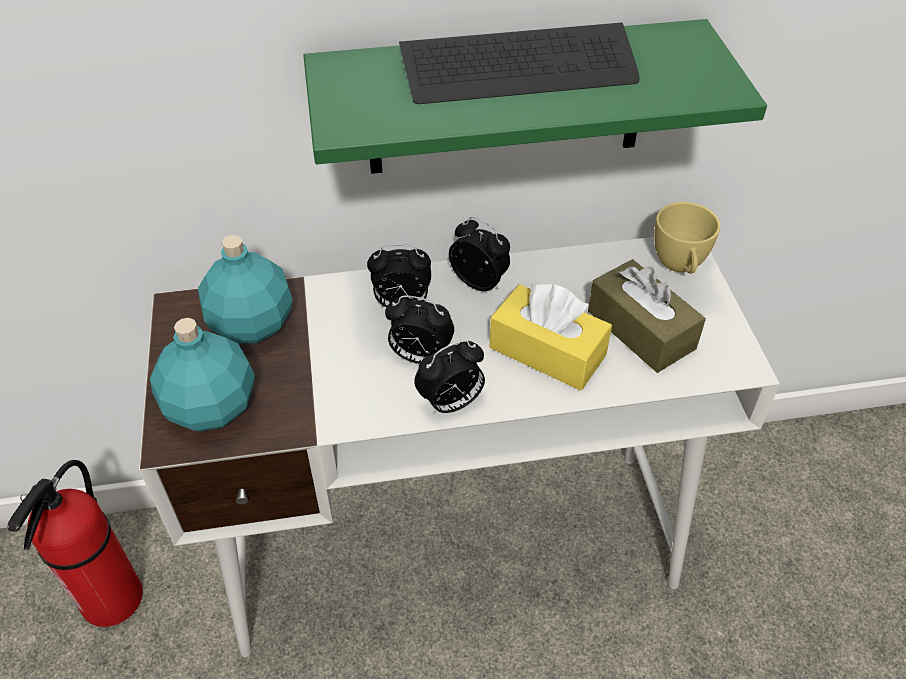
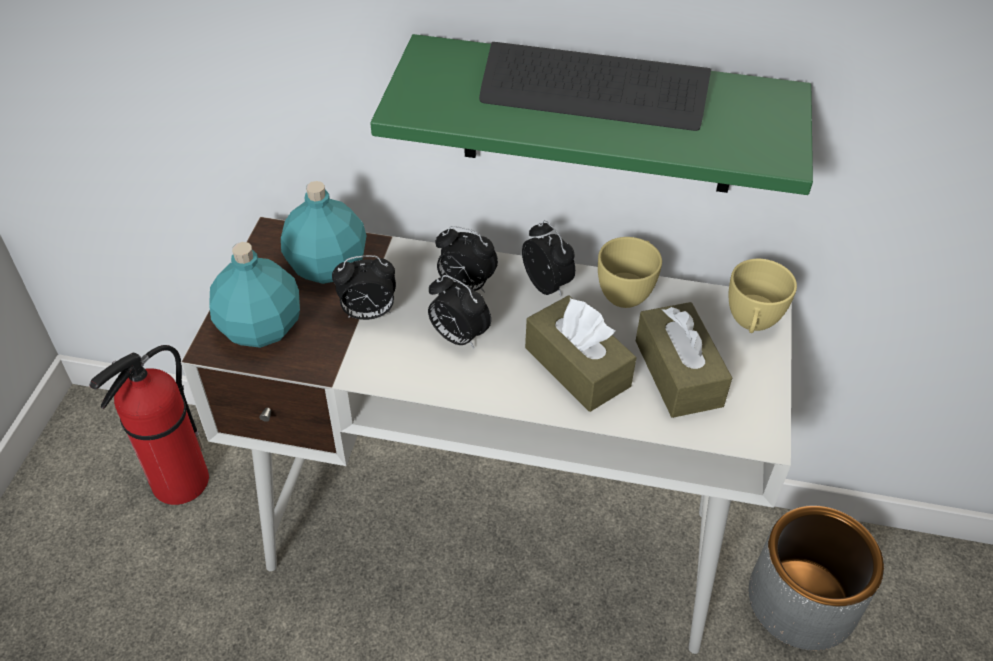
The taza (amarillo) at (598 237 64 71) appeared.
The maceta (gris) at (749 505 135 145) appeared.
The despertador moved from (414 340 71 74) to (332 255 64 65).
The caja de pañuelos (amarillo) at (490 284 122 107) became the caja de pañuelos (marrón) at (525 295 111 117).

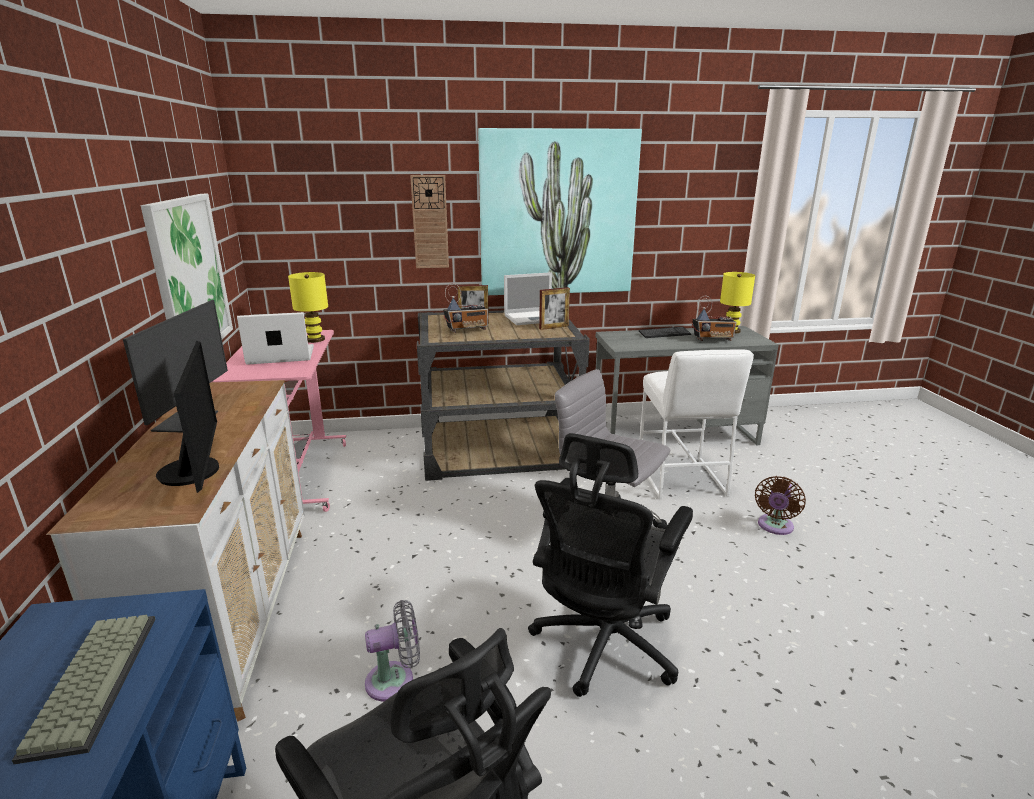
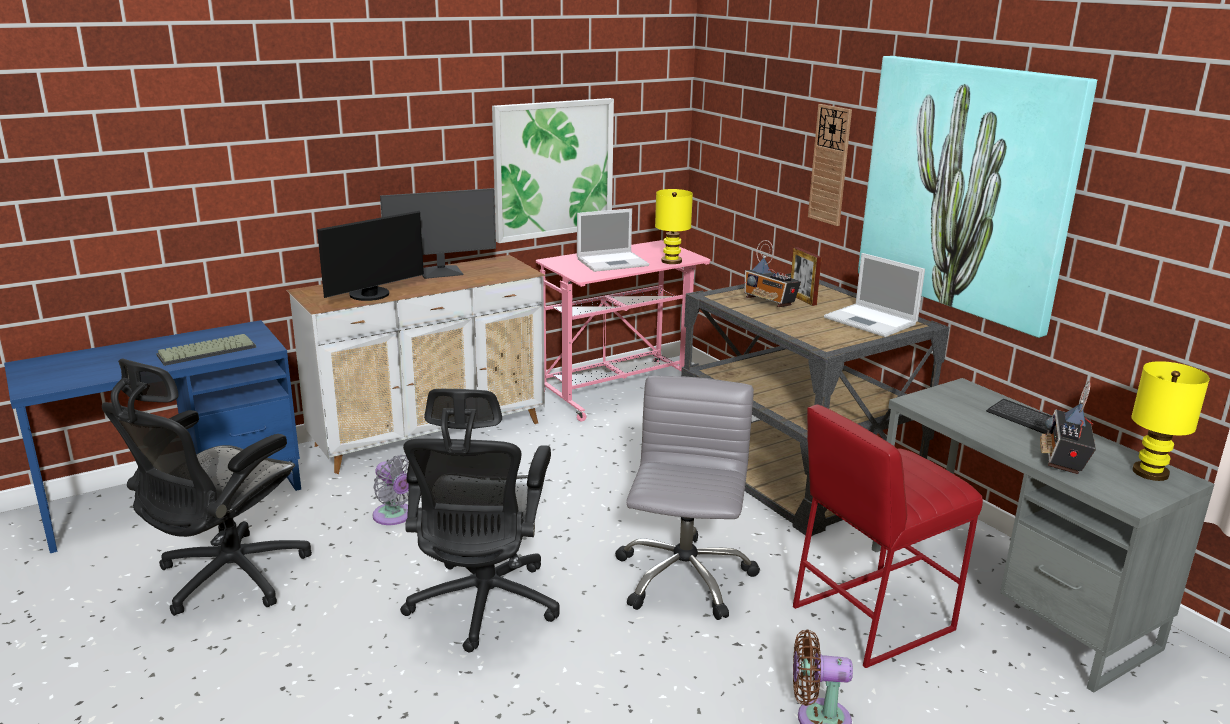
The portarretratos at (539 287 31 43) disappeared.
The taburete (blanco) at (640 350 114 150) became the taburete (rojo) at (793 404 190 264).
The portátil at (237 312 77 53) turned 105 degrees clockwise.
The silla de oficina at (528 433 165 264) turned 90 degrees counterclockwise.
The radio at (692 296 45 45) turned 45 degrees clockwise.

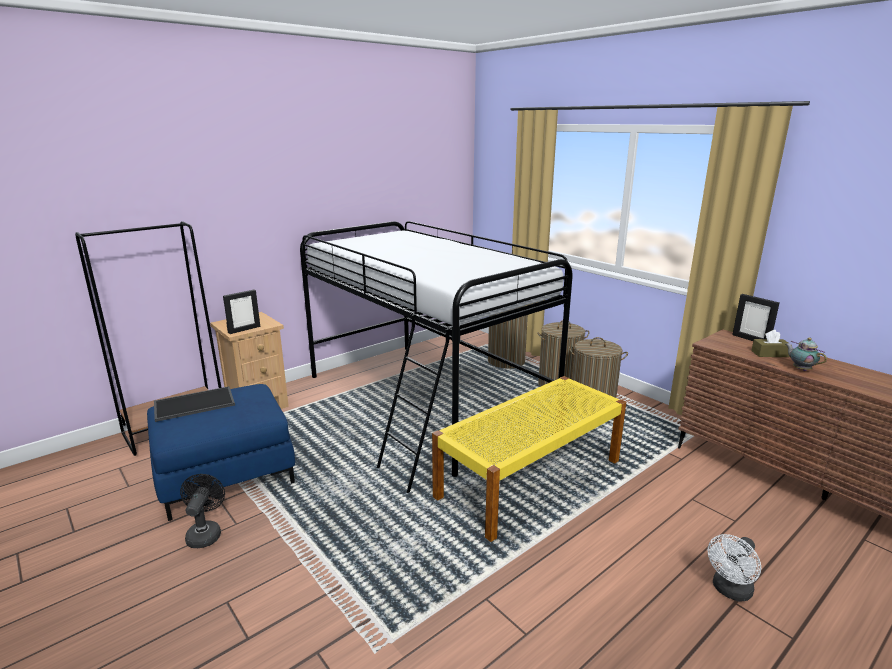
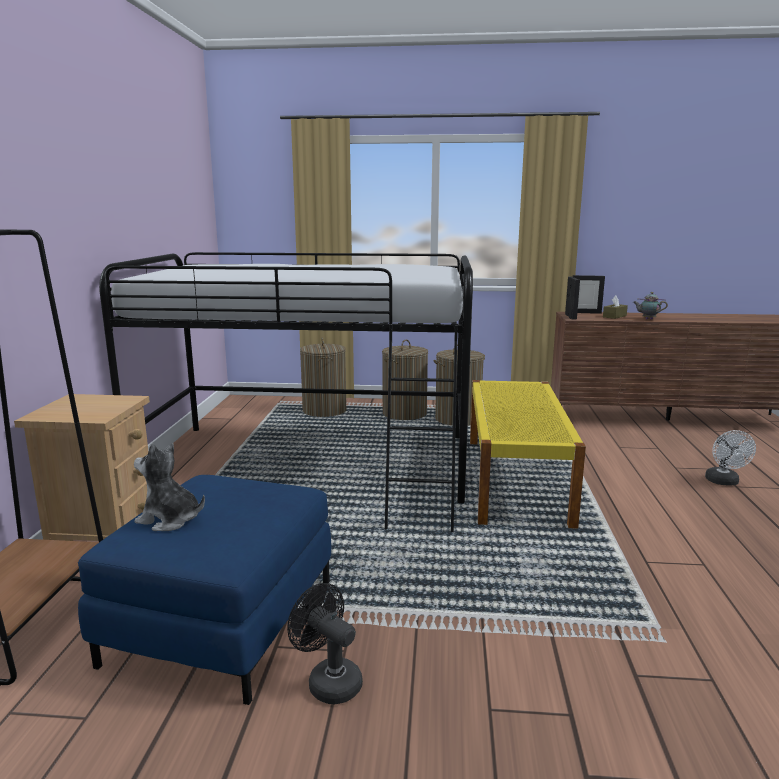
The portarretratos moved from (223 290 37 44) to (565 277 15 43).
The bandeja at (154 386 81 36) was replaced by the peluche at (134 443 71 88).

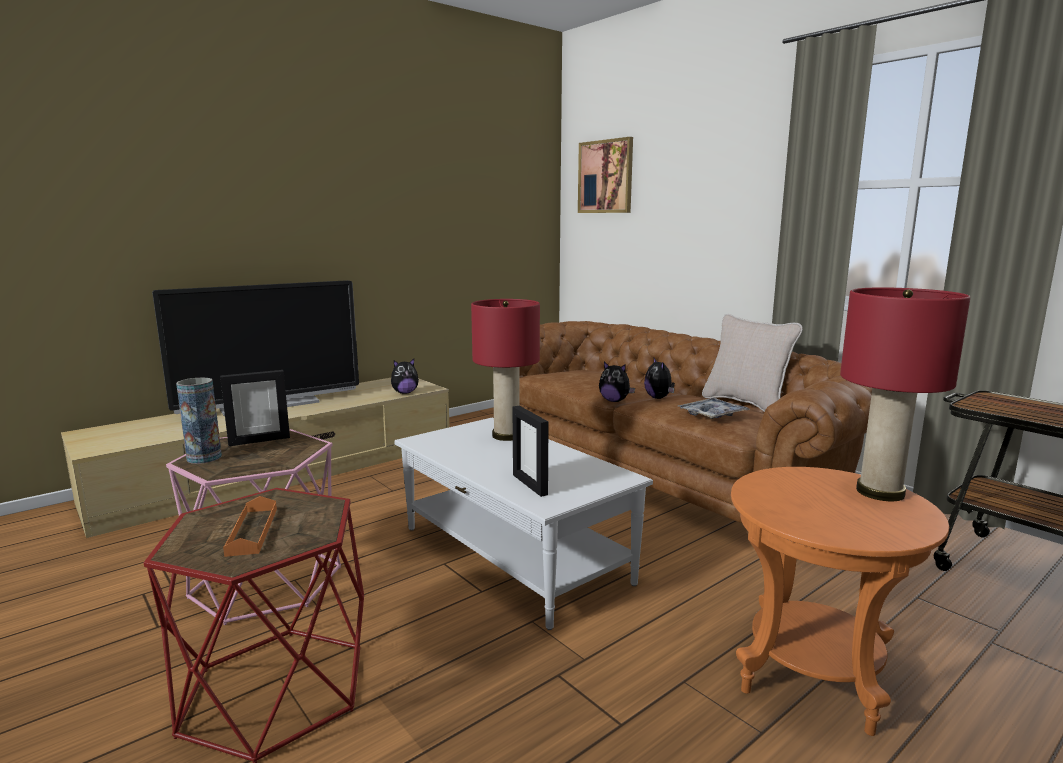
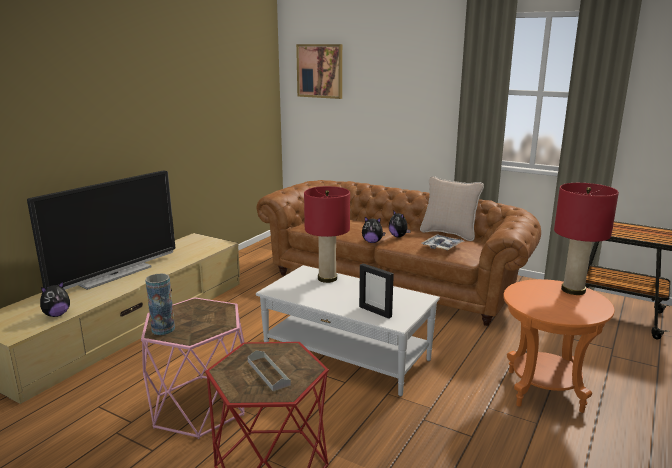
The portarretratos at (220 370 70 76) disappeared.
The peluche moved from (391 359 28 35) to (40 281 30 36).
The bandeja (naranja) at (223 496 54 61) became the bandeja (gris) at (248 350 43 41).

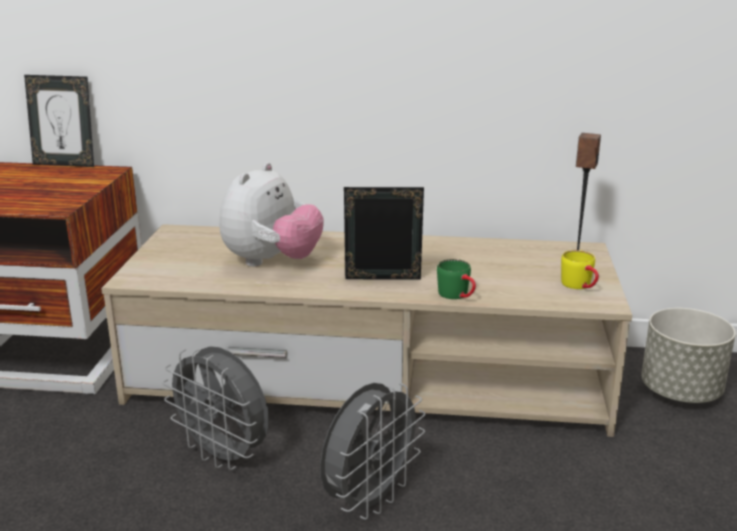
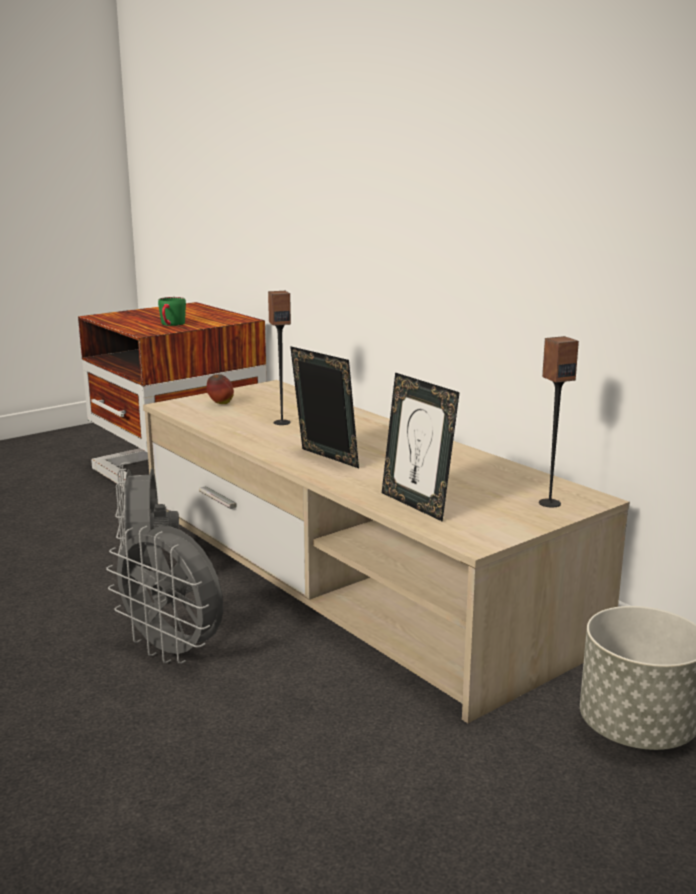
The taza grande (amarillo) at (561 250 38 39) disappeared.
The manzana at (207 374 27 30) appeared.
The portarretratos moved from (24 75 70 92) to (382 373 78 149).
The taza grande (verde) moved from (437 259 39 40) to (158 297 28 29).
The peluche at (220 162 104 105) was replaced by the altavoz at (268 291 23 134).
The ventilador (gris) at (320 383 106 137) turned 45 degrees clockwise.

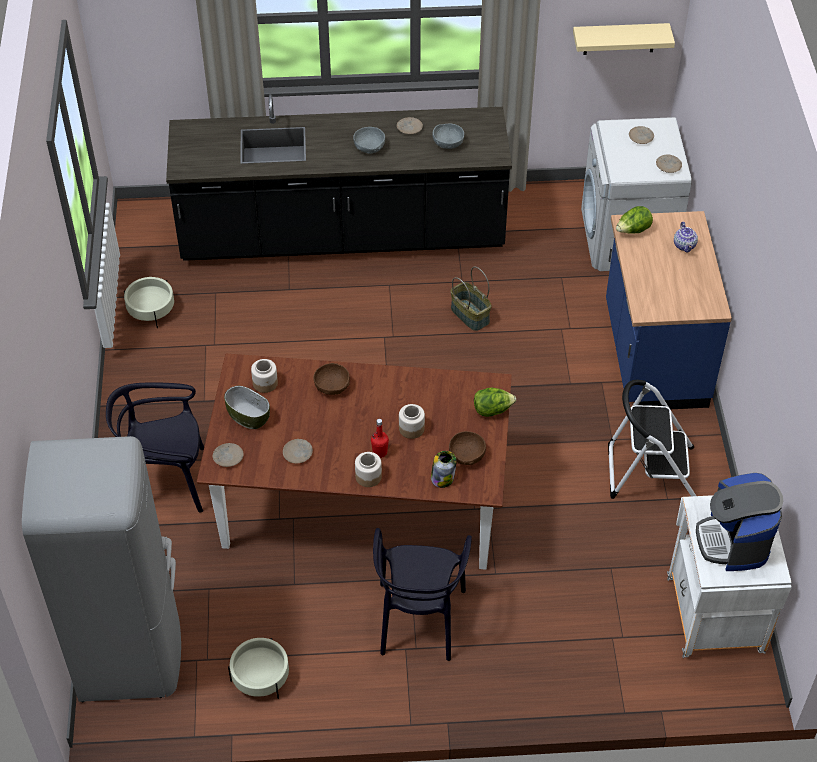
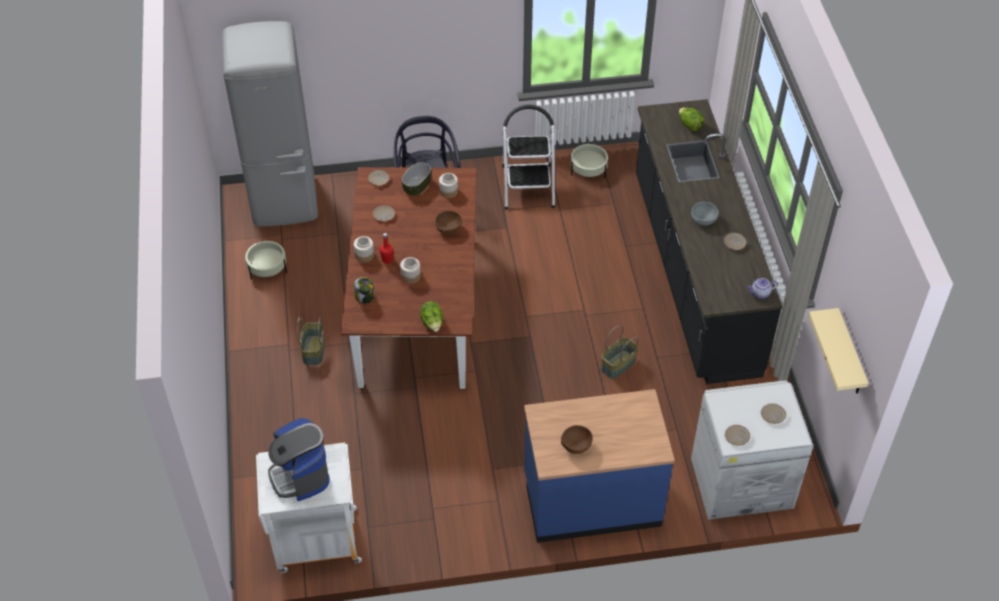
The cuenco (gris) at (432 123 32 26) disappeared.
The cuenco (marrón) moved from (449 431 37 34) to (561 425 32 29).
The escalera de tijera moved from (608 380 88 119) to (502 105 53 105).
The lechuga moved from (616 206 37 28) to (679 108 25 23).
The tetera moved from (674 222 24 30) to (747 278 31 21).
The silla (negro) at (373 528 99 133) was replaced by the cesta at (297 316 28 49).
The cafetera at (696 473 87 98) turned 105 degrees counterclockwise.

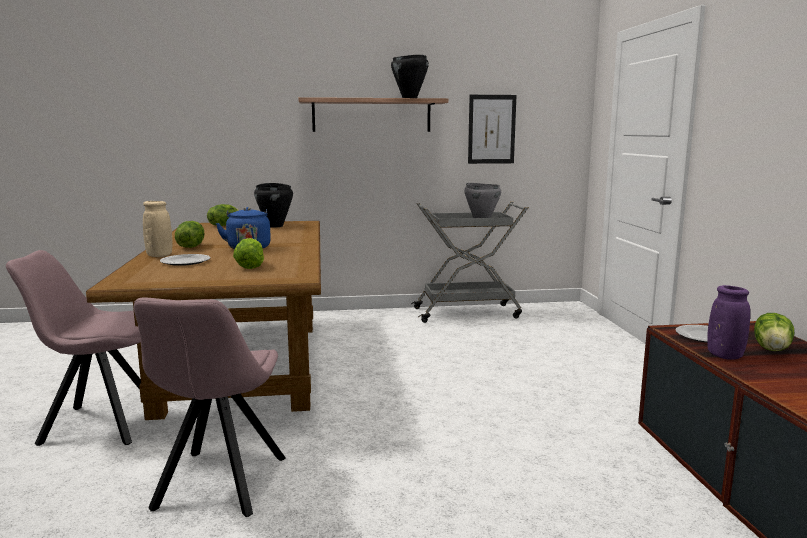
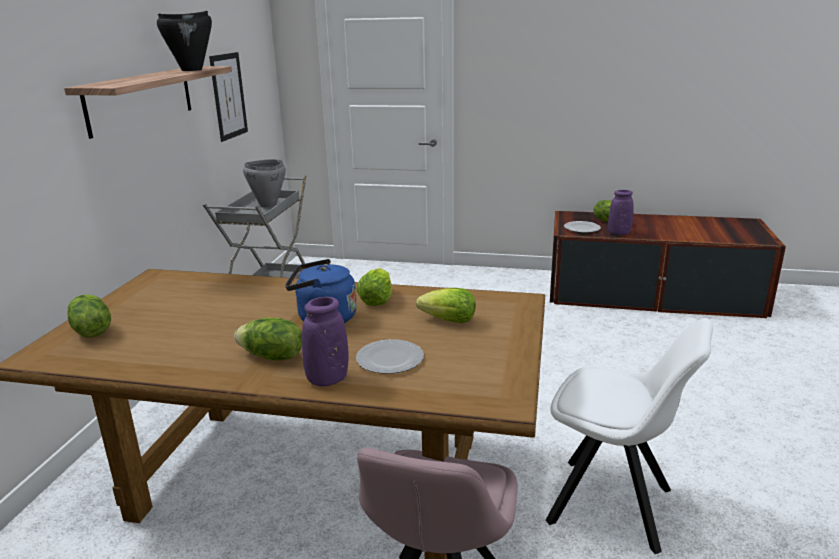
The olla (negro) at (254 183 39 45) disappeared.
The lechuga at (357 268 35 38) appeared.
The silla (rosa) at (134 298 152 219) became the silla (blanco) at (546 318 167 236).
The florero (beis) at (143 201 29 56) became the florero (morado) at (302 297 47 89).

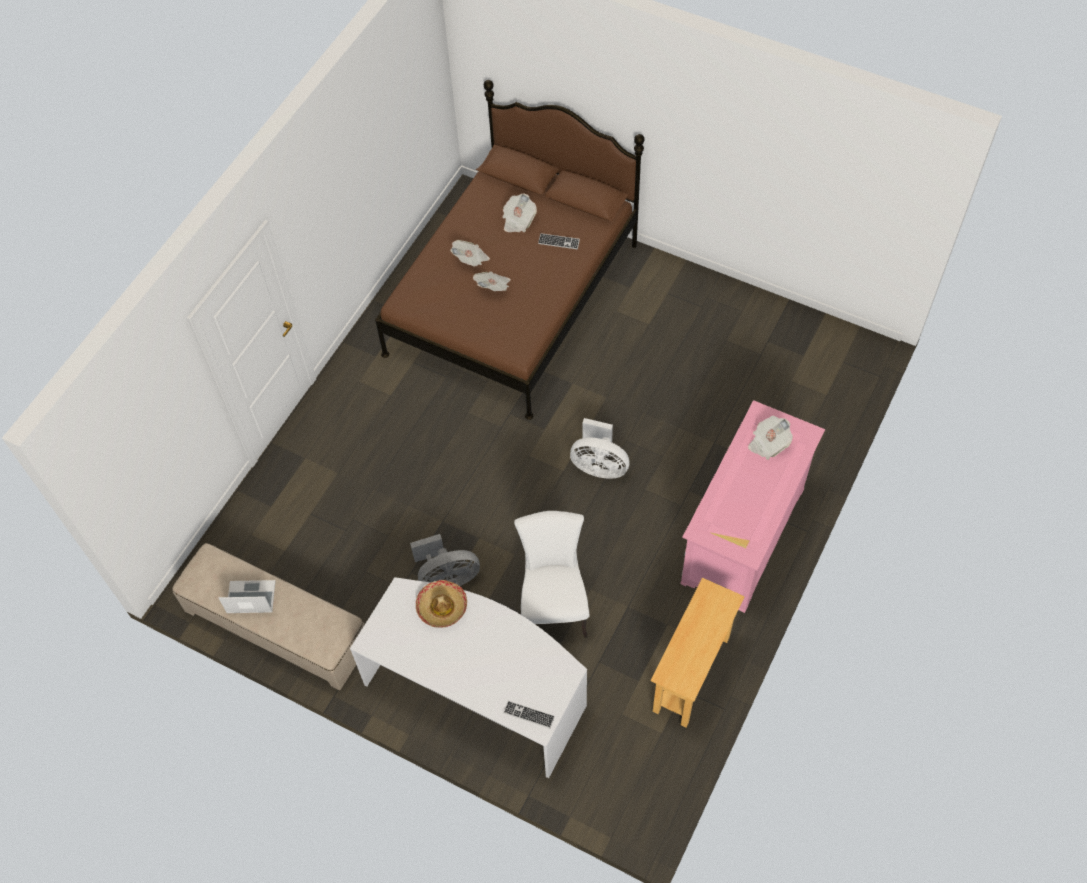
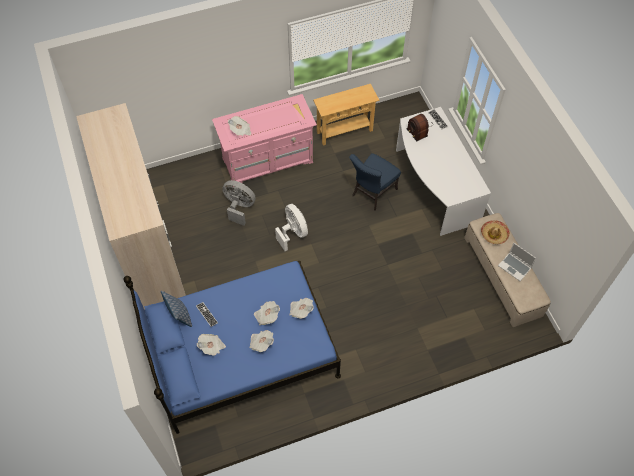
The armario ropero at (76 103 110 207) appeared.
The cojín at (161 291 31 36) appeared.
The periódico at (289 298 25 21) appeared.
The radio at (407 114 26 27) appeared.
The ventilador (gris) moved from (410 534 70 52) to (222 180 34 46).
The sombrero moved from (416 580 51 48) to (481 220 29 24).
The cama (marrón) at (375 80 270 340) became the cama (azul) at (124 261 217 173).
The silla (blanco) at (514 511 75 127) became the silla (azul) at (349 153 52 58).

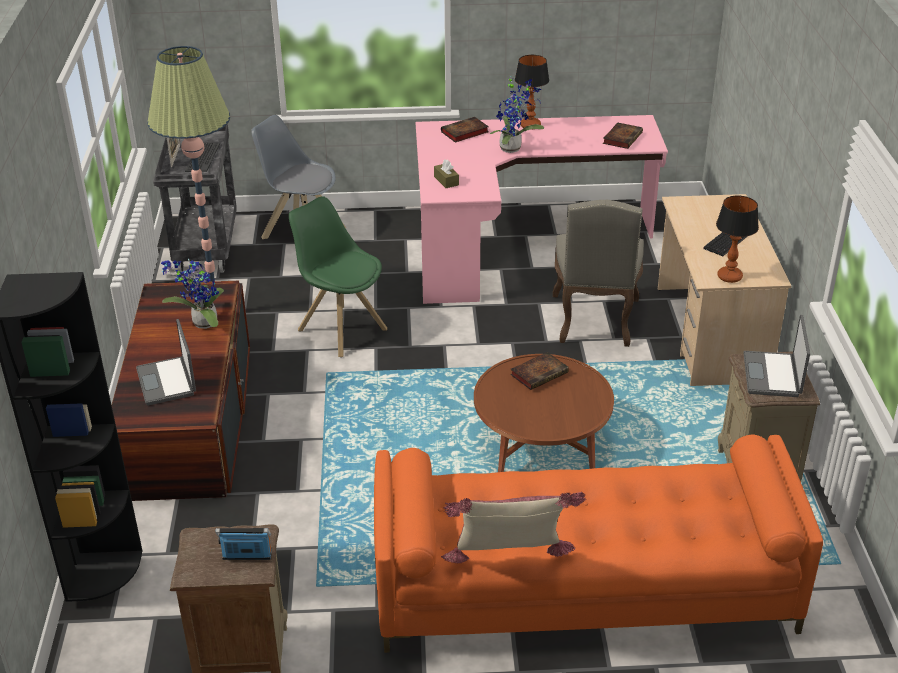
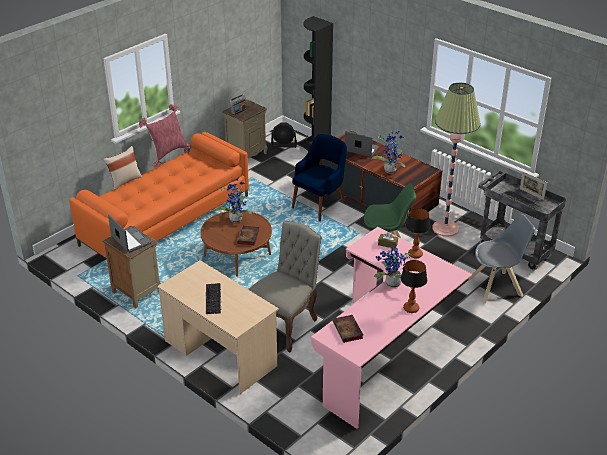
The libro at (441 117 48 26) disappeared.
The cojín (beis) at (103 146 39 44) appeared.
The planta en maceta at (214 178 38 45) appeared.
The ventilador (negro) at (271 122 26 26) appeared.
The sillón (azul) at (292 134 55 87) appeared.
The lámpara de mesa moved from (716 195 43 88) to (406 208 24 50).
The silla (gris) at (553 199 91 148) turned 75 degrees clockwise.

